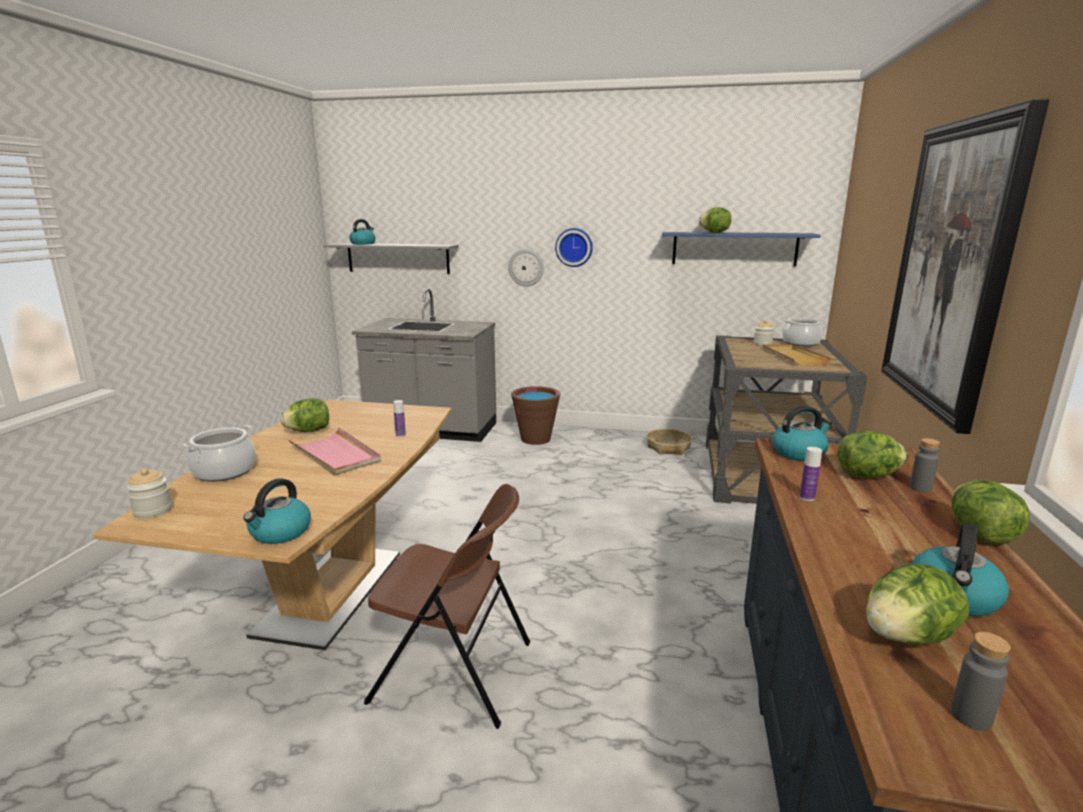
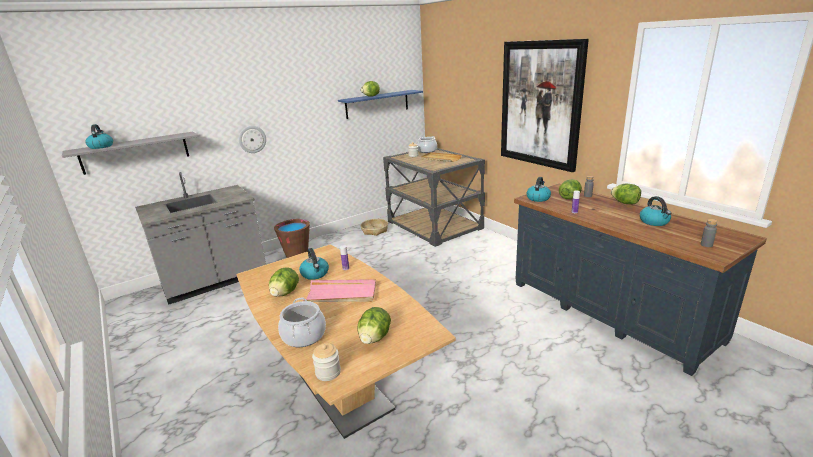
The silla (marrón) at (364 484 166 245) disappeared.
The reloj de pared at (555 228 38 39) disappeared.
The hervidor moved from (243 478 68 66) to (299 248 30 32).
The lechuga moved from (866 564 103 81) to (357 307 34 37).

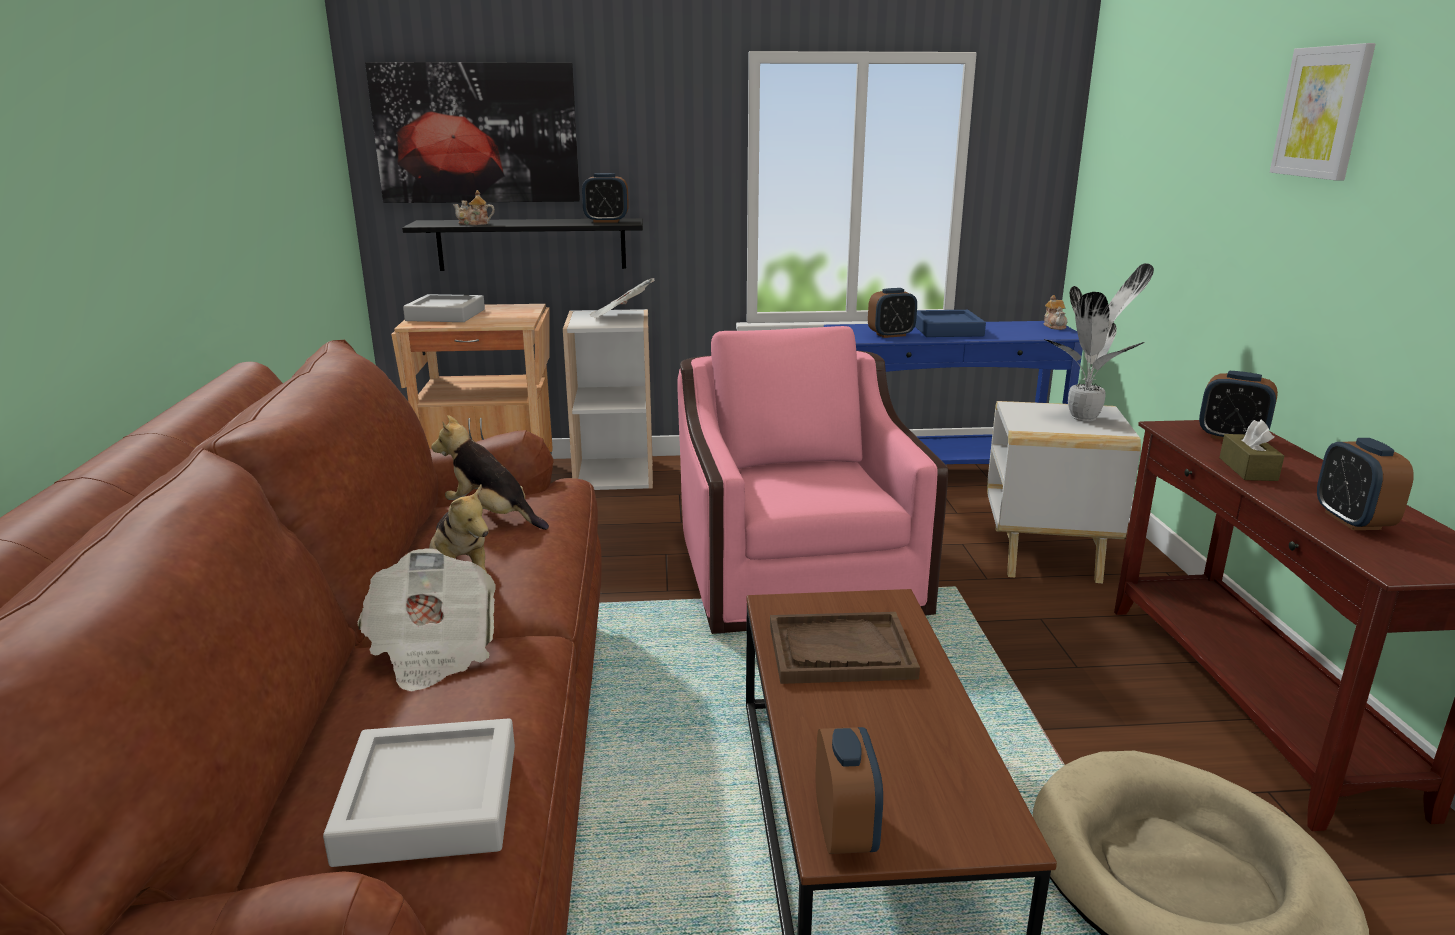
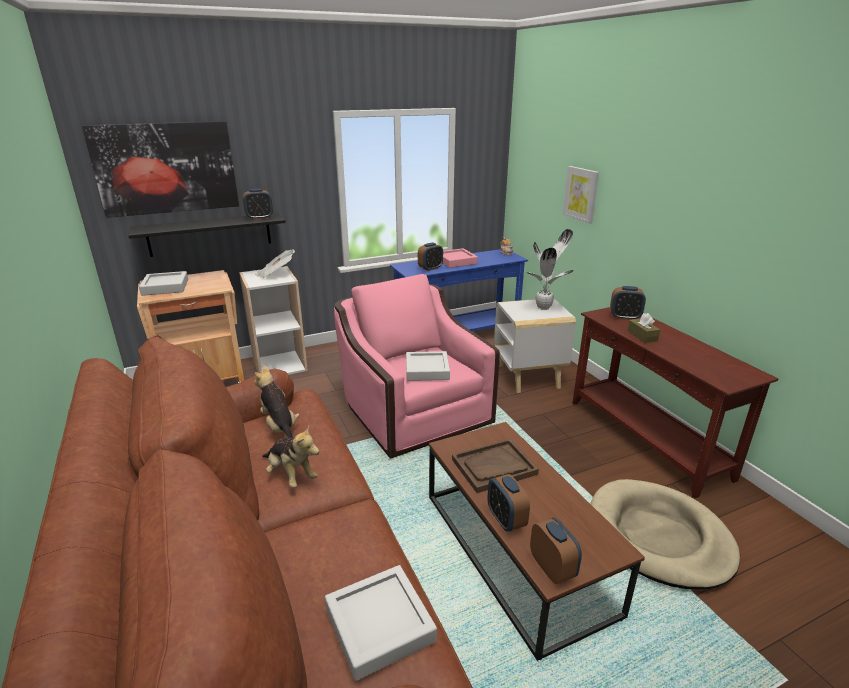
The periódico at (357 548 139 144) disappeared.
The tetera at (453 190 42 35) disappeared.
The bandeja (gris) at (406 351 44 30) appeared.
The cuadro moved from (1270 43 106 138) to (563 166 36 58).
The despertador moved from (1317 438 97 92) to (488 474 42 58).
The bandeja (azul) at (915 310 71 27) became the bandeja (rosa) at (443 248 35 20).
The peluche at (431 415 118 115) turned 45 degrees clockwise.

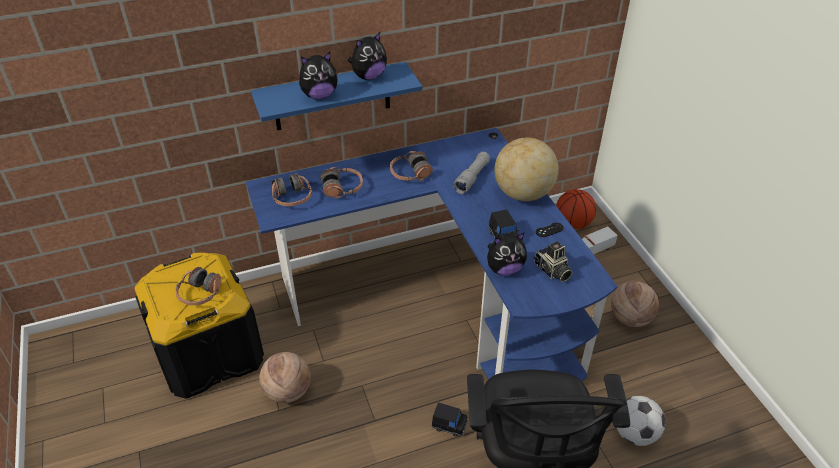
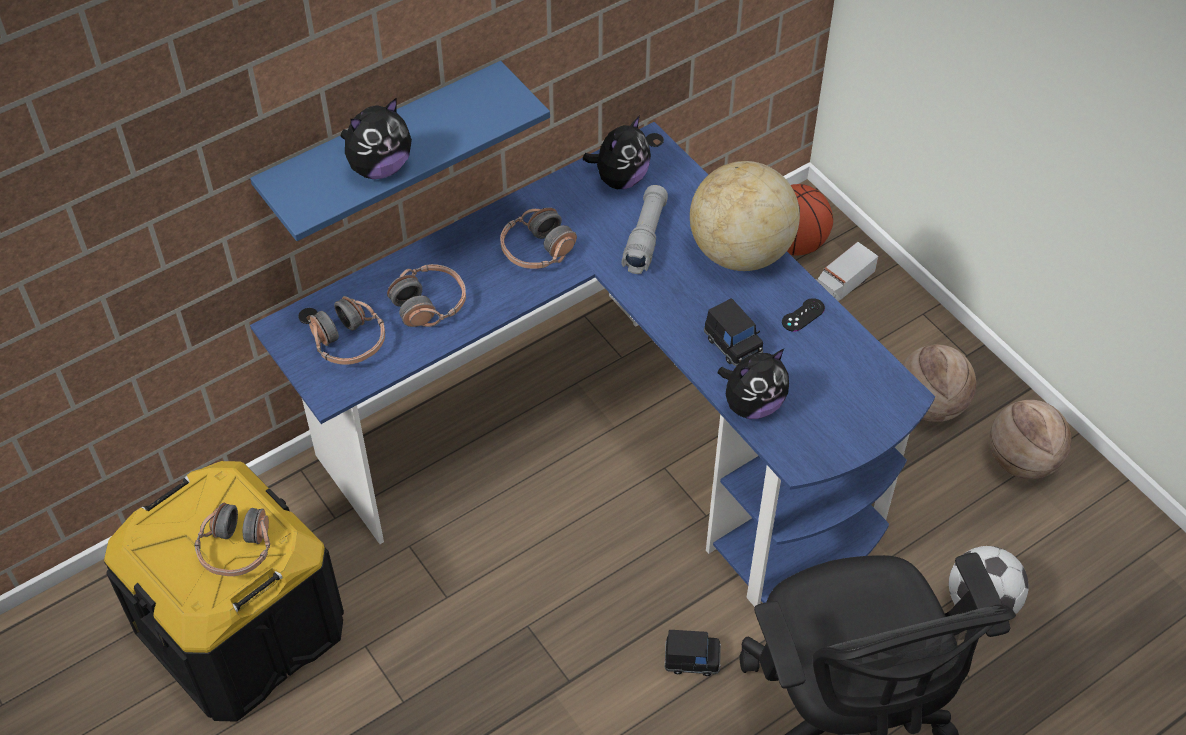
The cámara at (533 241 40 41) disappeared.
The balón de baloncesto moved from (259 352 52 51) to (989 400 83 79).
The peluche moved from (348 32 39 48) to (583 115 68 74).

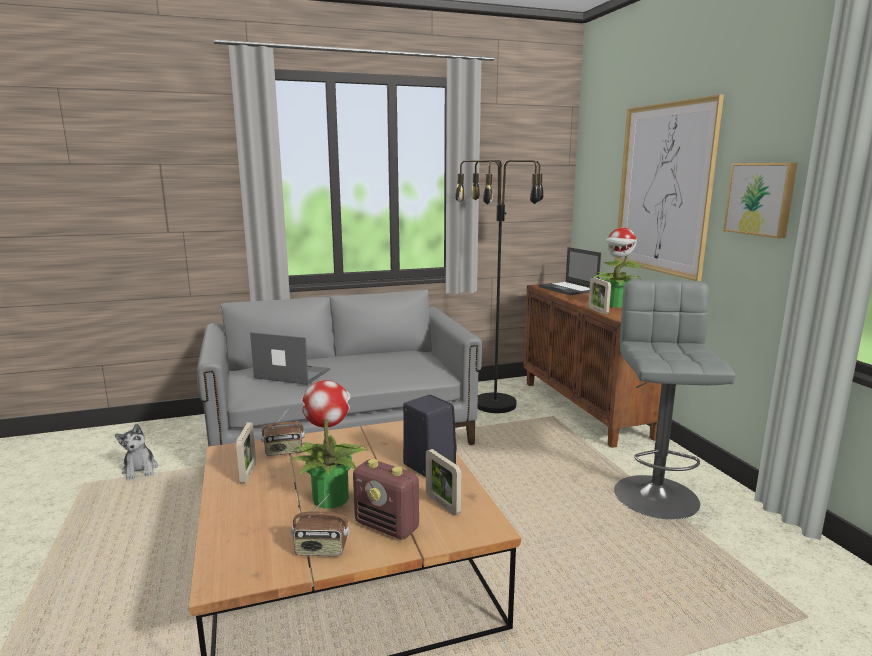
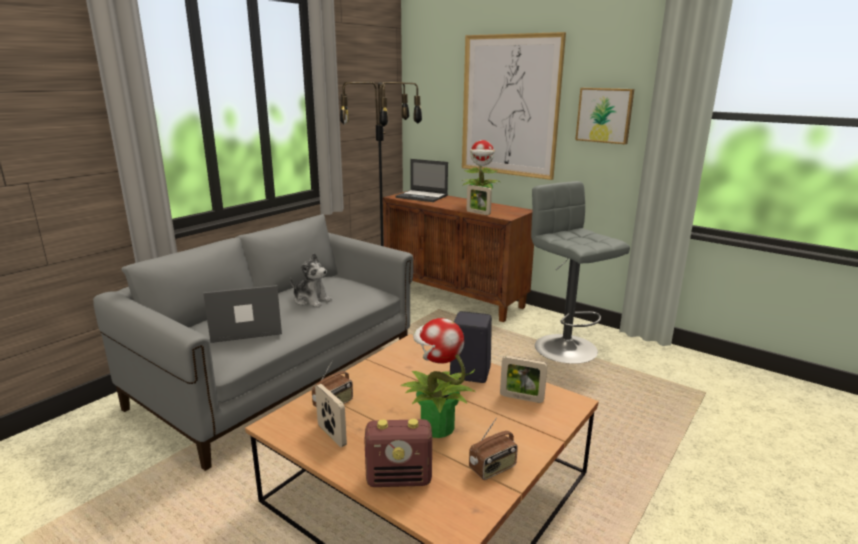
The peluche moved from (115 424 43 56) to (290 253 42 55).
The radio moved from (353 459 66 81) to (364 419 68 68).

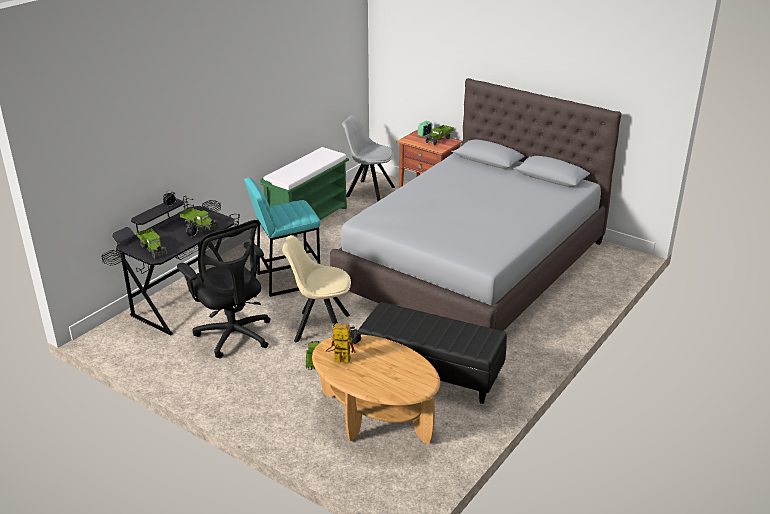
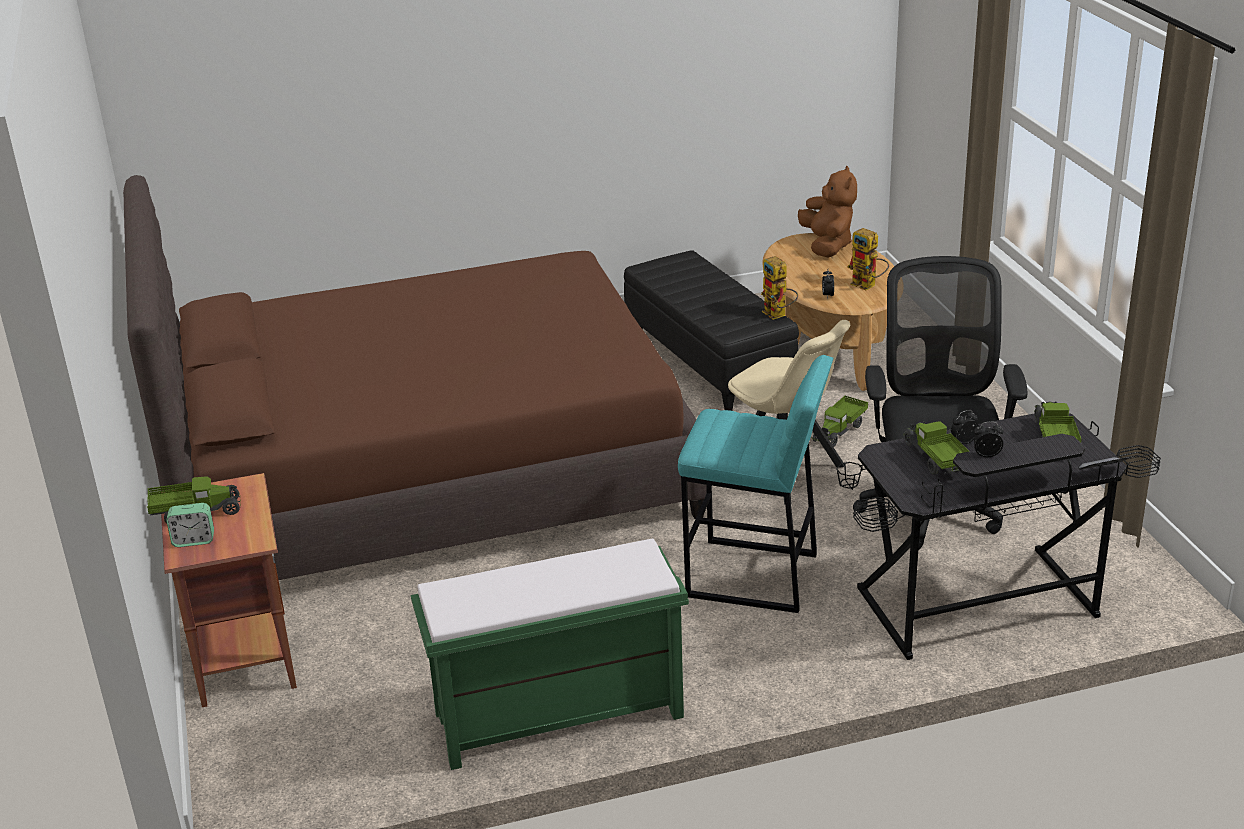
The silla (gris) at (342 115 53 87) disappeared.
The robot de juguete at (761 256 37 64) appeared.
The peluche (marrón) at (798 166 59 92) appeared.
The cama (gris) at (330 78 292 253) became the cama (marrón) at (123 175 584 405).

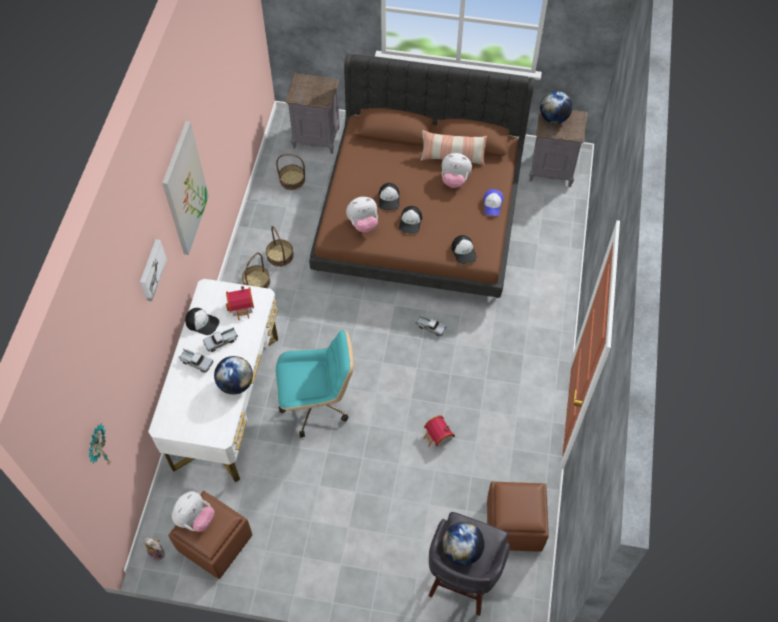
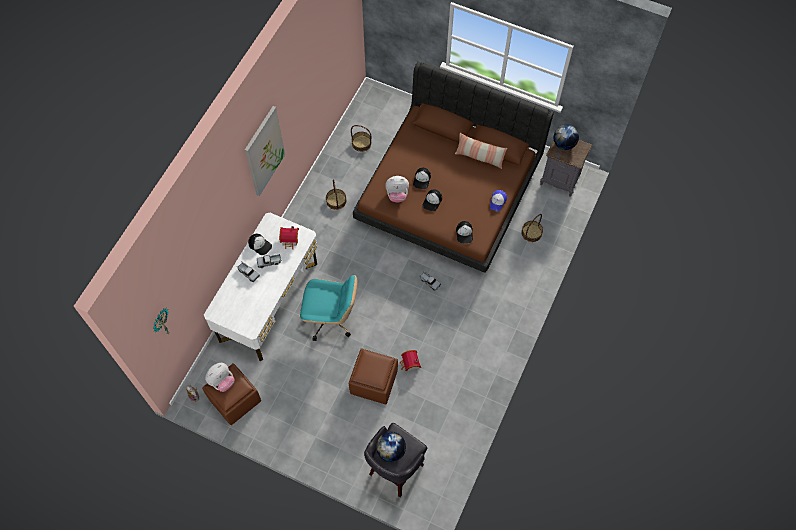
The cuadro at (140 239 27 63) disappeared.
The globo terráqueo at (214 356 39 39) disappeared.
The mesita de noche (gris) at (285 73 55 81) disappeared.
The peluche at (442 153 30 35) disappeared.
The cesta moved from (242 253 28 35) to (521 214 22 28).
The puf (marrón) moved from (487 482 62 70) to (349 348 49 56).

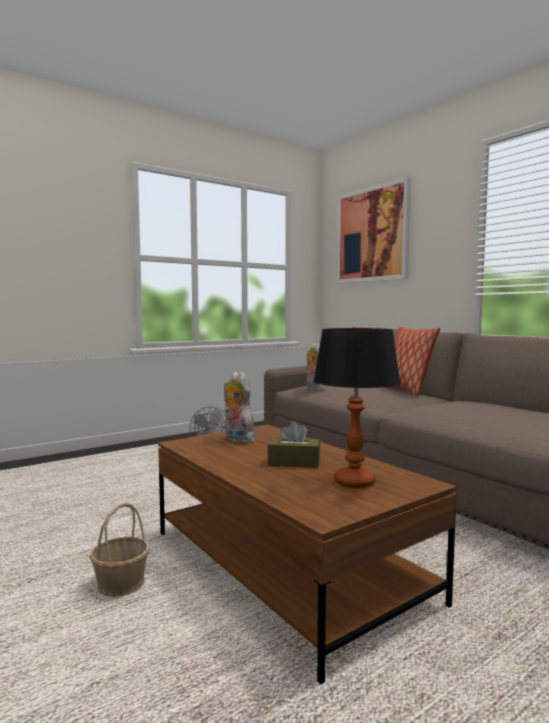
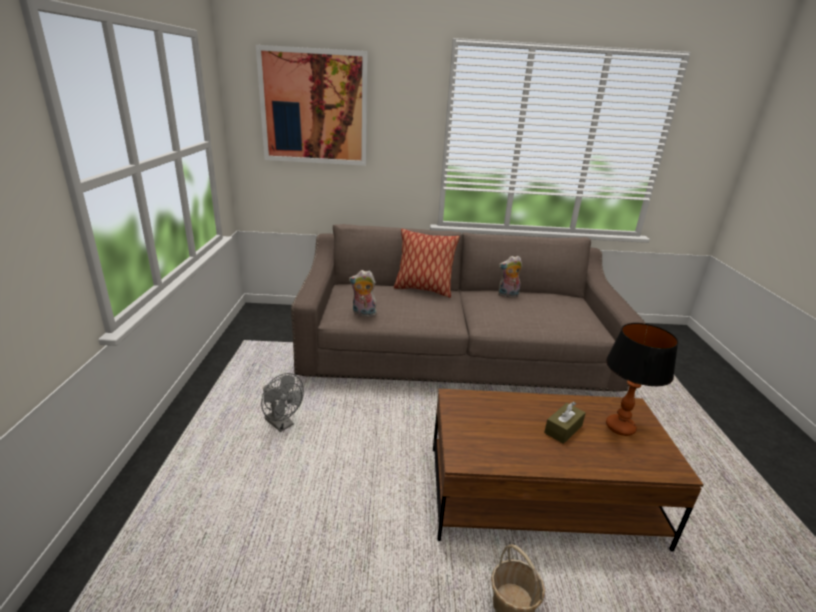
The peluche moved from (224 372 33 72) to (498 256 24 41).

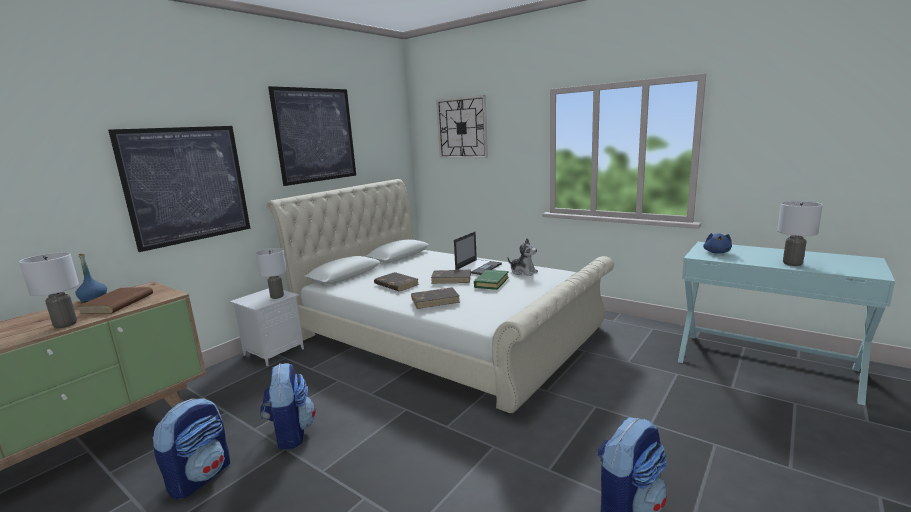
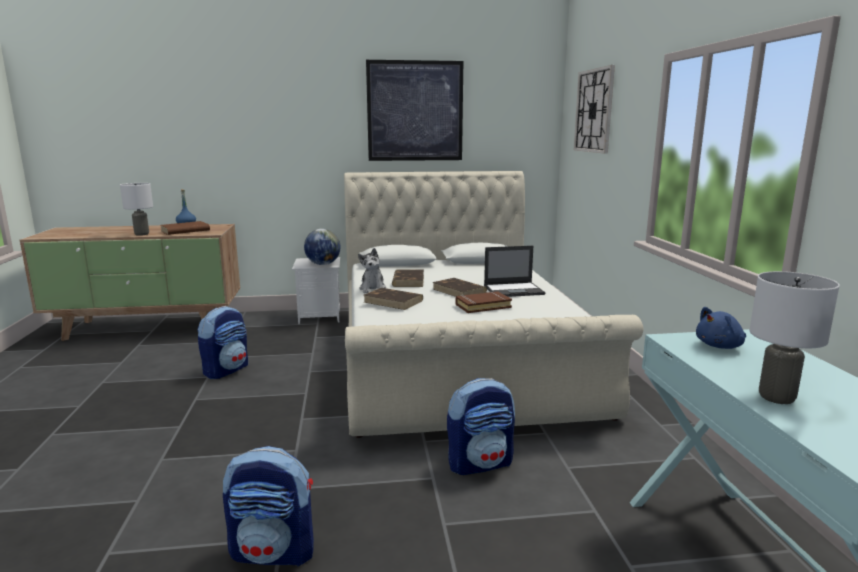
The cuadro at (108 126 142 126) disappeared.
The mochila moved from (152 398 78 102) to (447 378 68 97).
The peluche moved from (507 238 31 38) to (358 248 28 45).
The lámpara de mesa (blanco) at (256 248 31 51) was replaced by the globo terráqueo at (304 229 37 36).
The libro (verde) at (474 270 35 20) became the libro (marrón) at (456 291 56 22).

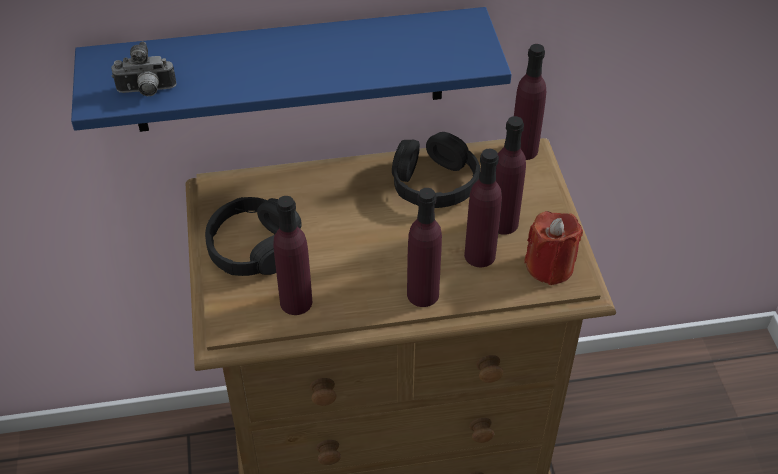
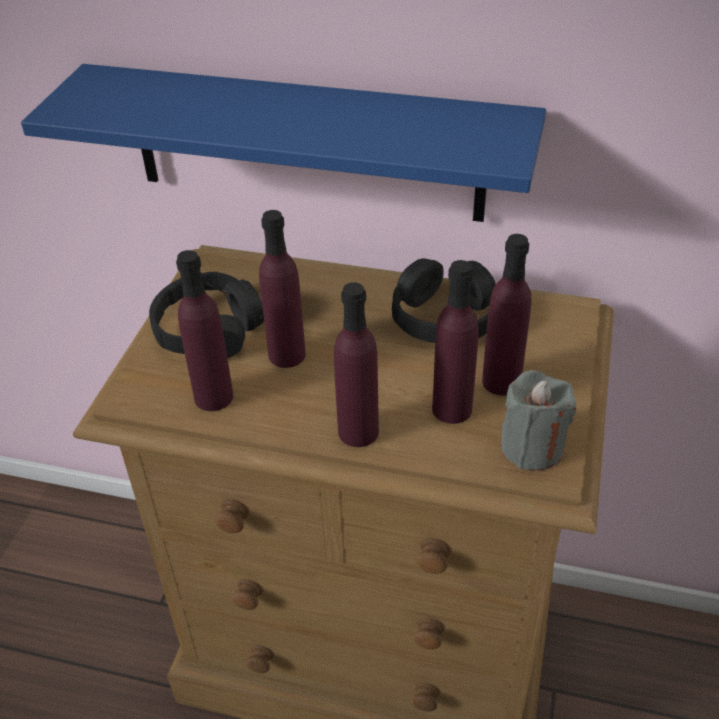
The cámara at (111 41 66 55) disappeared.
The botella (morado) moved from (514 44 32 116) to (259 210 47 158).
The vela (rojo) at (524 211 59 74) became the vela (gris) at (501 370 75 100).

